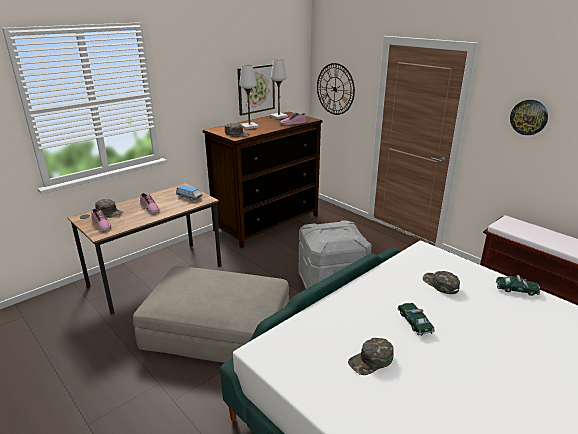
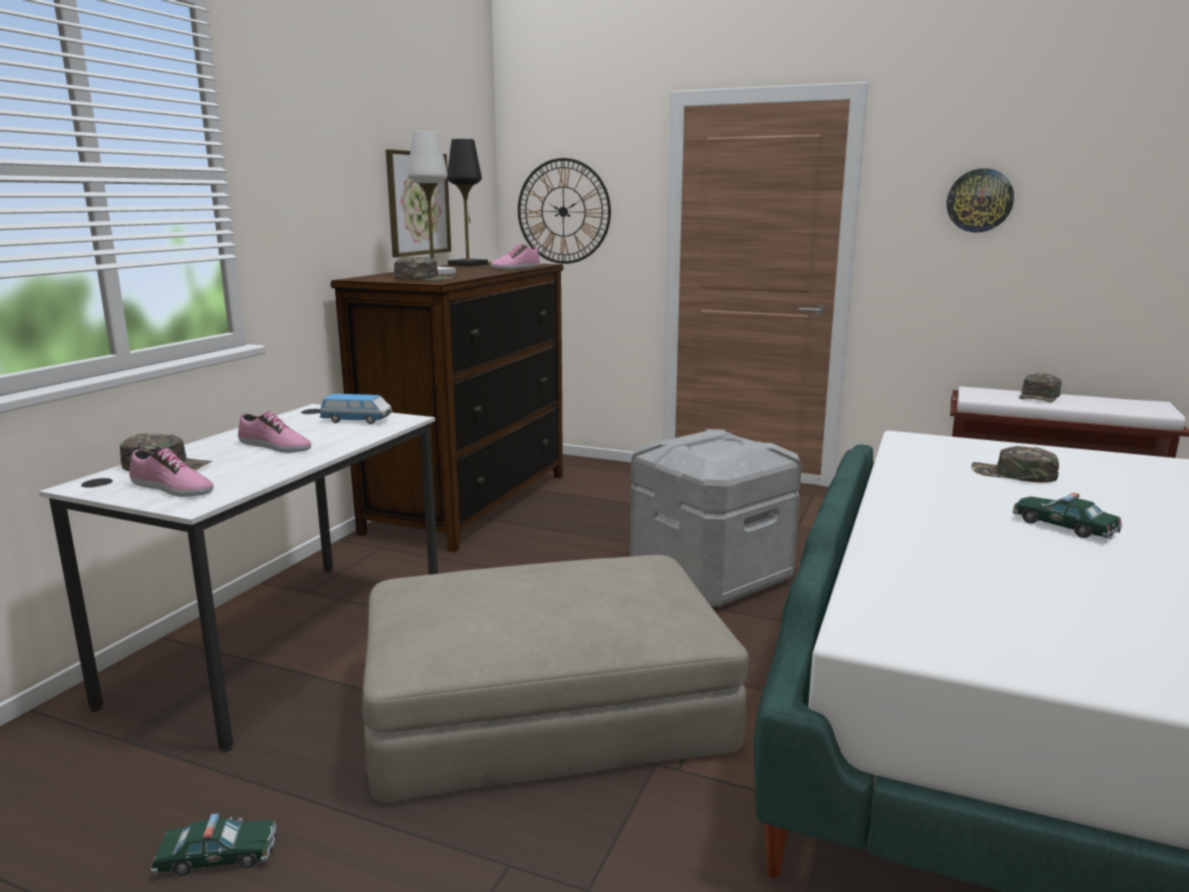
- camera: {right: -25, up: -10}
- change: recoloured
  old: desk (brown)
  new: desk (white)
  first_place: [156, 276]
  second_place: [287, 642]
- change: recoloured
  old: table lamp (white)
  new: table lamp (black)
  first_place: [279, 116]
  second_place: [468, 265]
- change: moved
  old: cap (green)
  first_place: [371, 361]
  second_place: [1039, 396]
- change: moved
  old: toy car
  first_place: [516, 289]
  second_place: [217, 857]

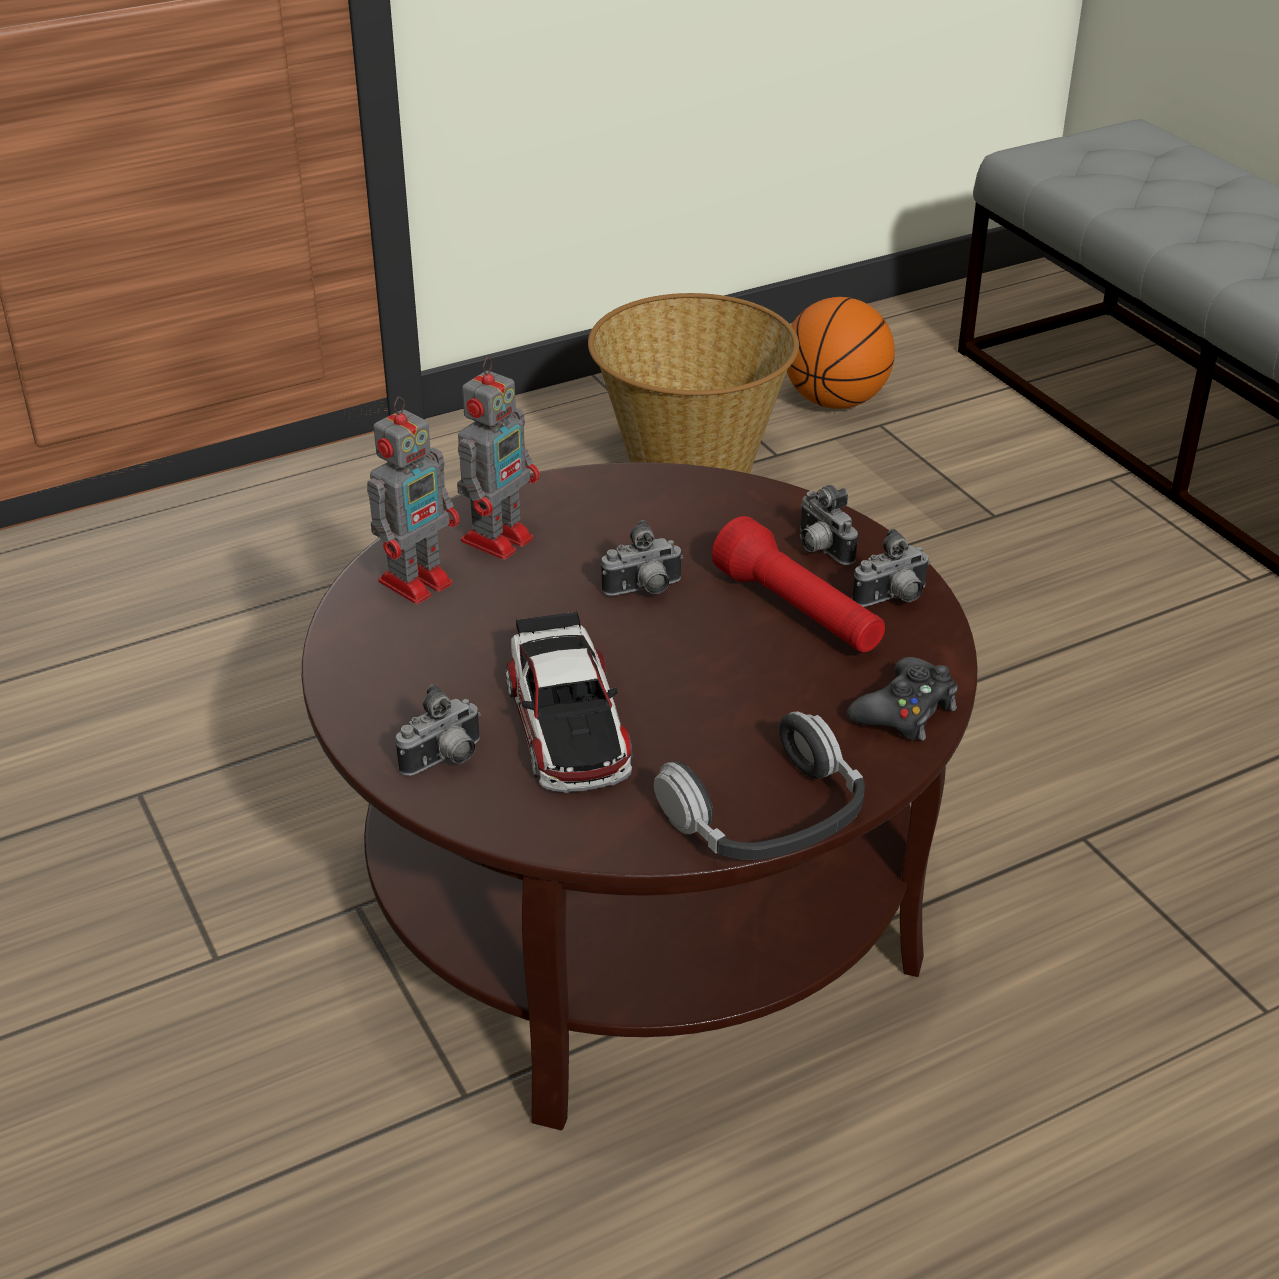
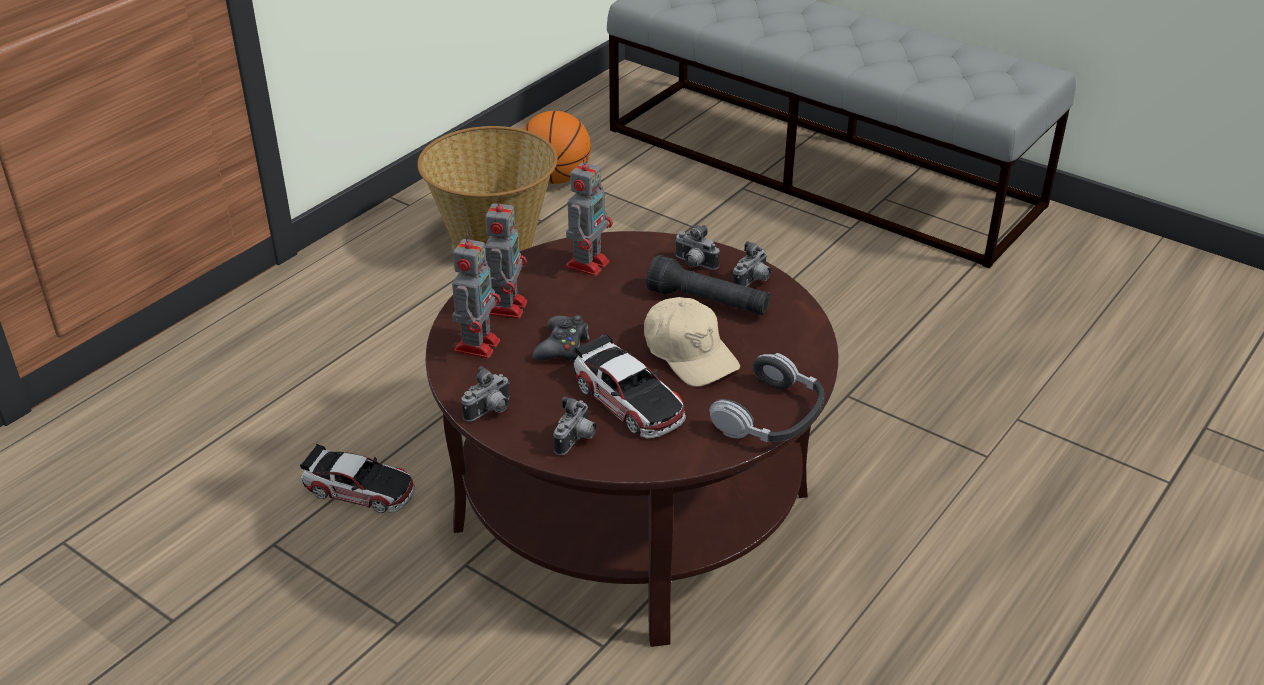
- camera: {right: -25, up: 0}
- change: moved
  old: photo camera
  first_place: [644, 591]
  second_place: [490, 411]
- change: recoloured
  old: flashlight (red)
  new: flashlight (black)
  first_place: [798, 612]
  second_place: [708, 303]
- change: moved
  old: game controller (black)
  first_place: [905, 711]
  second_place: [562, 347]
- change: added
  new: toy car
  second_place: [360, 489]
- change: added
  new: toy robot
  second_place: [588, 263]
- change: added
  new: cap (beige)
  second_place: [689, 353]

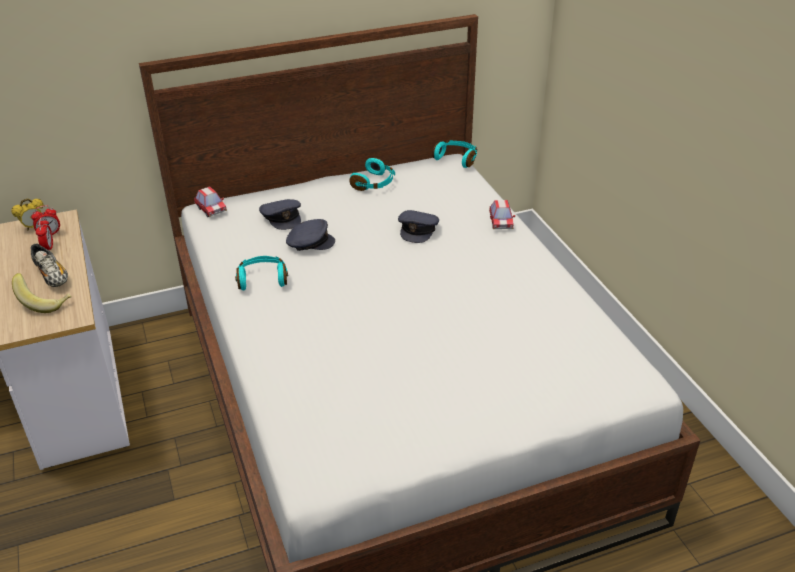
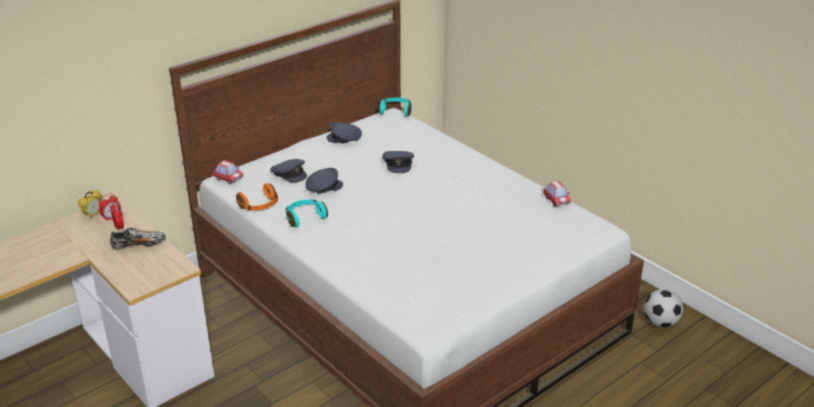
- camera: {right: -20, up: -5}
- change: removed
  old: banana
  first_place: [45, 302]
- change: turned
  old: shoe
  first_place: [52, 275]
  second_place: [139, 245]
  degrees: -45
- change: replaced
  old: headphones (turquoise)
  new: cap (grey)
  first_place: [374, 183]
  second_place: [344, 138]
- change: moved
  old: toy car
  first_place: [500, 223]
  second_place: [556, 200]
- change: added
  new: headphones (orange)
  second_place: [259, 205]
- change: added
  new: football
  second_place: [660, 322]

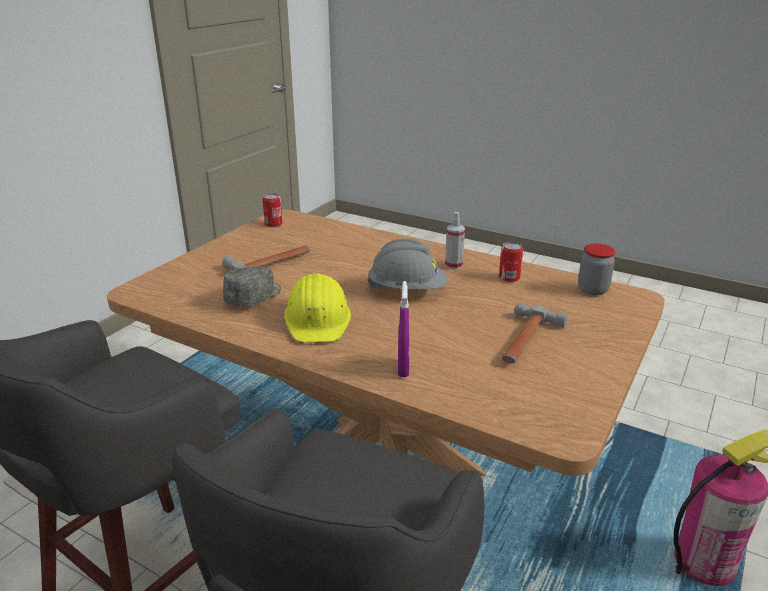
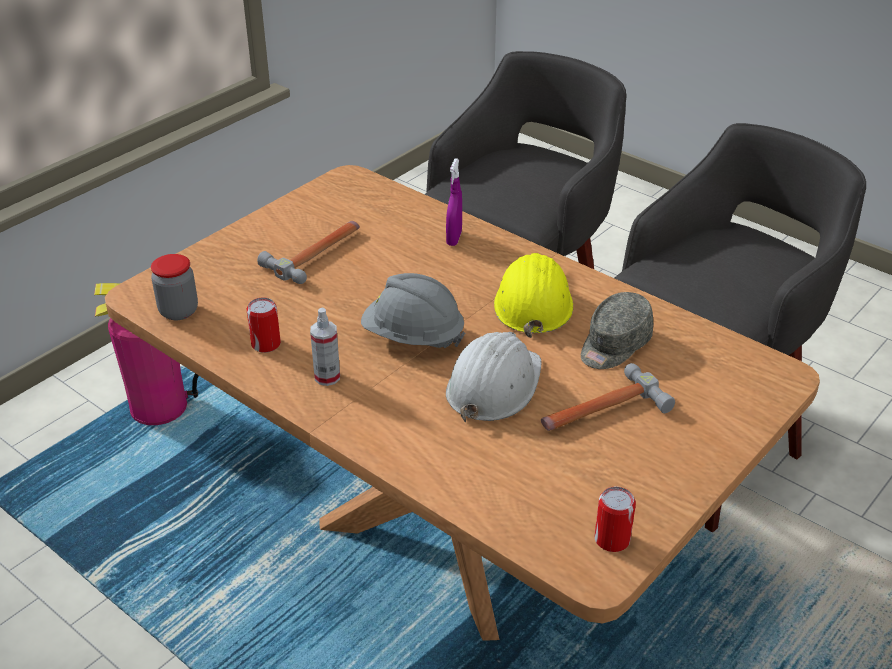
- camera: {right: -170, up: 10}
- change: added
  new: hard hat (white)
  second_place: [493, 385]

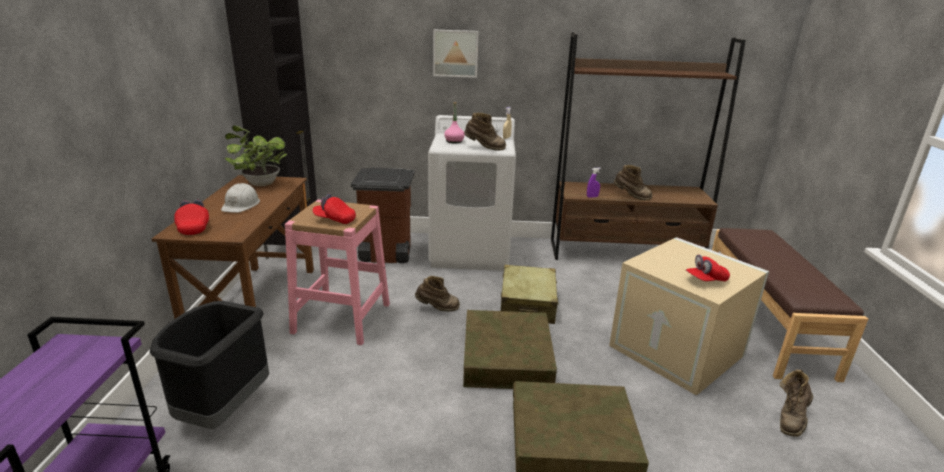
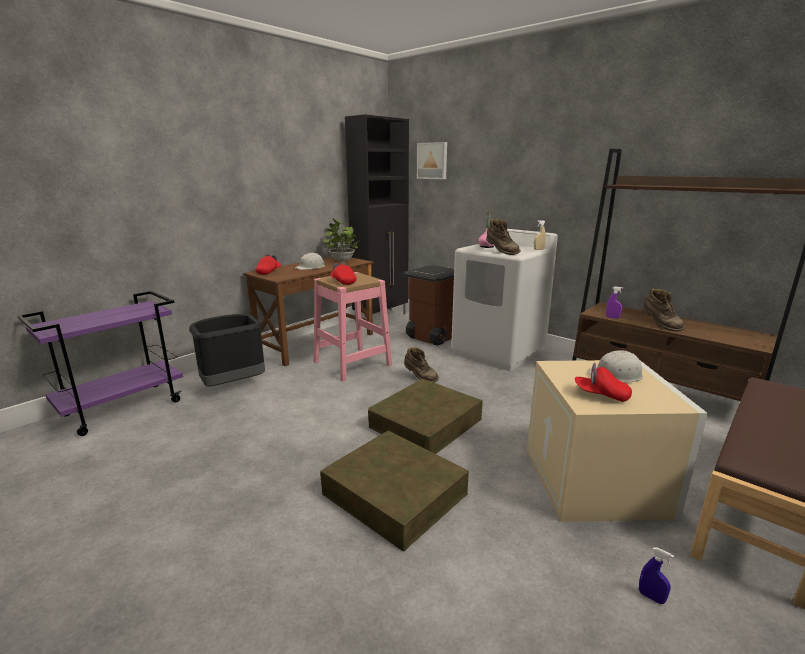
- camera: {right: 40, up: -5}
- change: moved
  old: picture
  first_place: [455, 53]
  second_place: [432, 161]
- change: removed
  old: suitcase (beige)
  first_place: [527, 304]
- change: replaced
  old: boot (brown)
  new: spray bottle (blue)
  first_place: [791, 419]
  second_place: [651, 597]
- change: added
  new: hard hat (white)
  second_place: [616, 375]

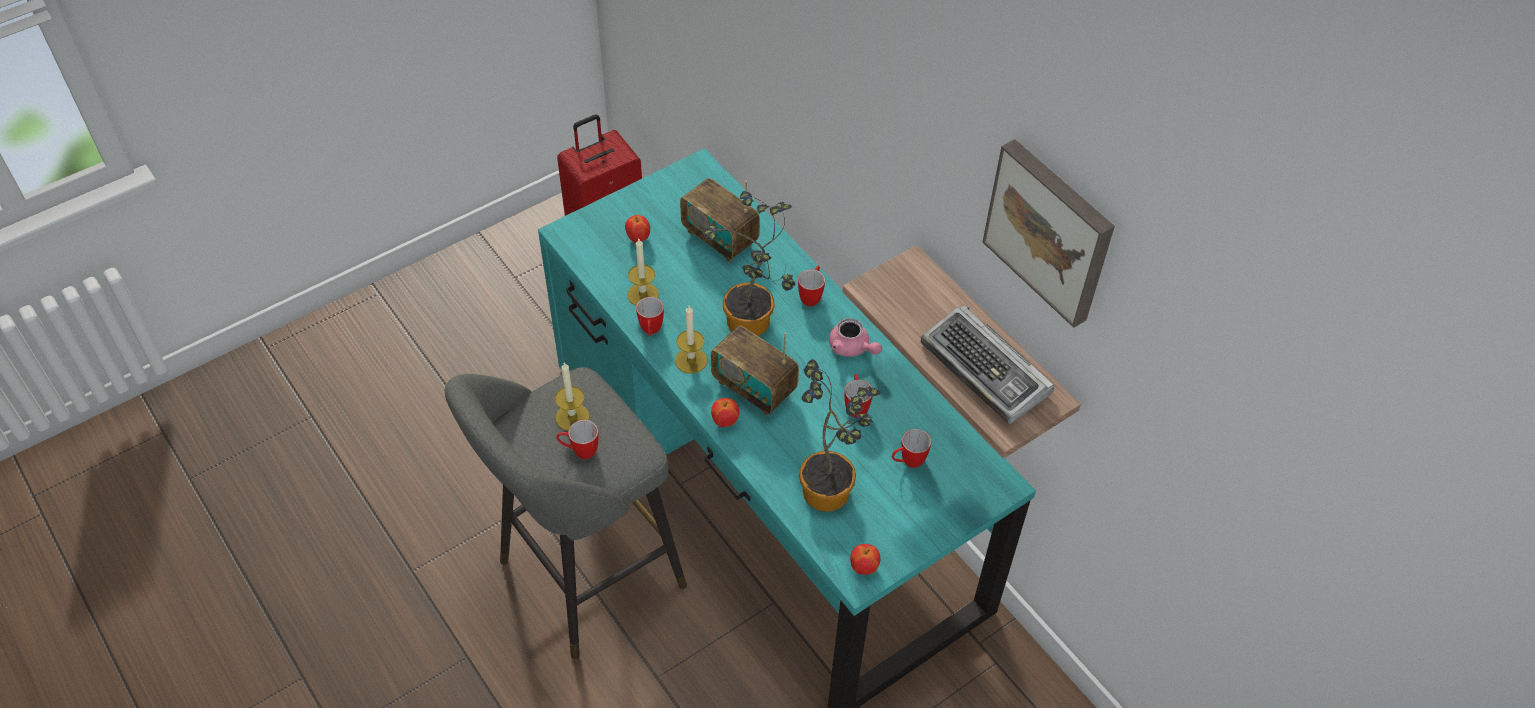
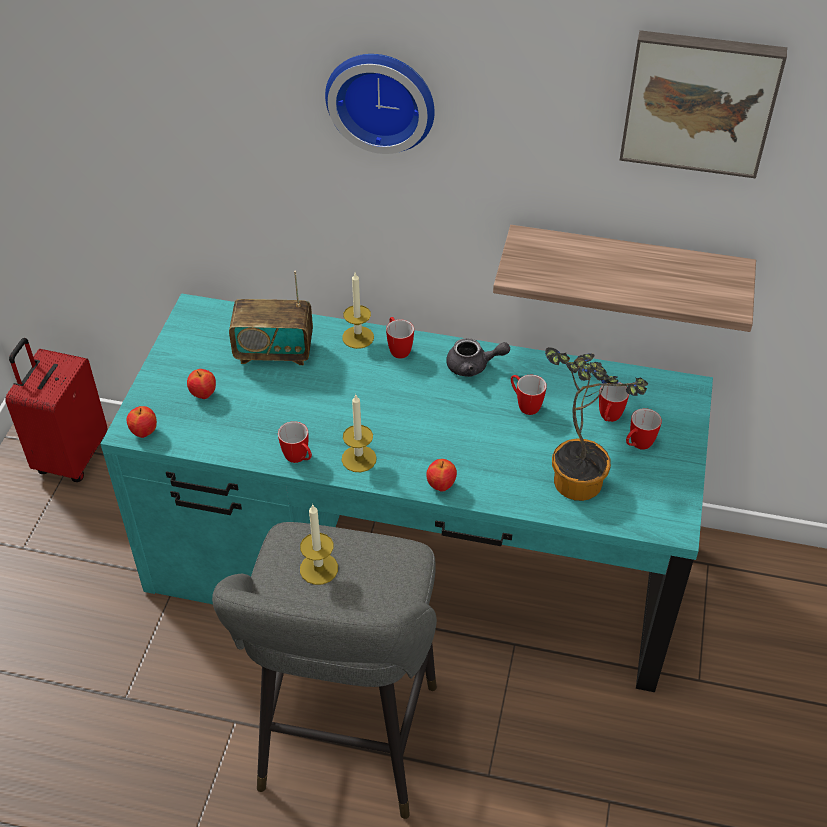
- camera: {right: -40, up: -5}
- change: moved
  old: mug
  first_place: [579, 451]
  second_place: [637, 445]
- change: moved
  old: candle
  first_place: [643, 294]
  second_place: [358, 337]
- change: removed
  old: potted plant
  first_place: [752, 326]
- change: removed
  old: radio
  first_place: [754, 388]
- change: recoloured
  old: teapot (pink)
  new: teapot (grey)
  first_place: [852, 348]
  second_place: [473, 366]
- change: moved
  old: apple
  first_place: [863, 568]
  second_place: [144, 432]
- change: removed
  old: keyboard
  first_place: [986, 370]
- change: added
  new: wall clock
  second_place: [382, 99]

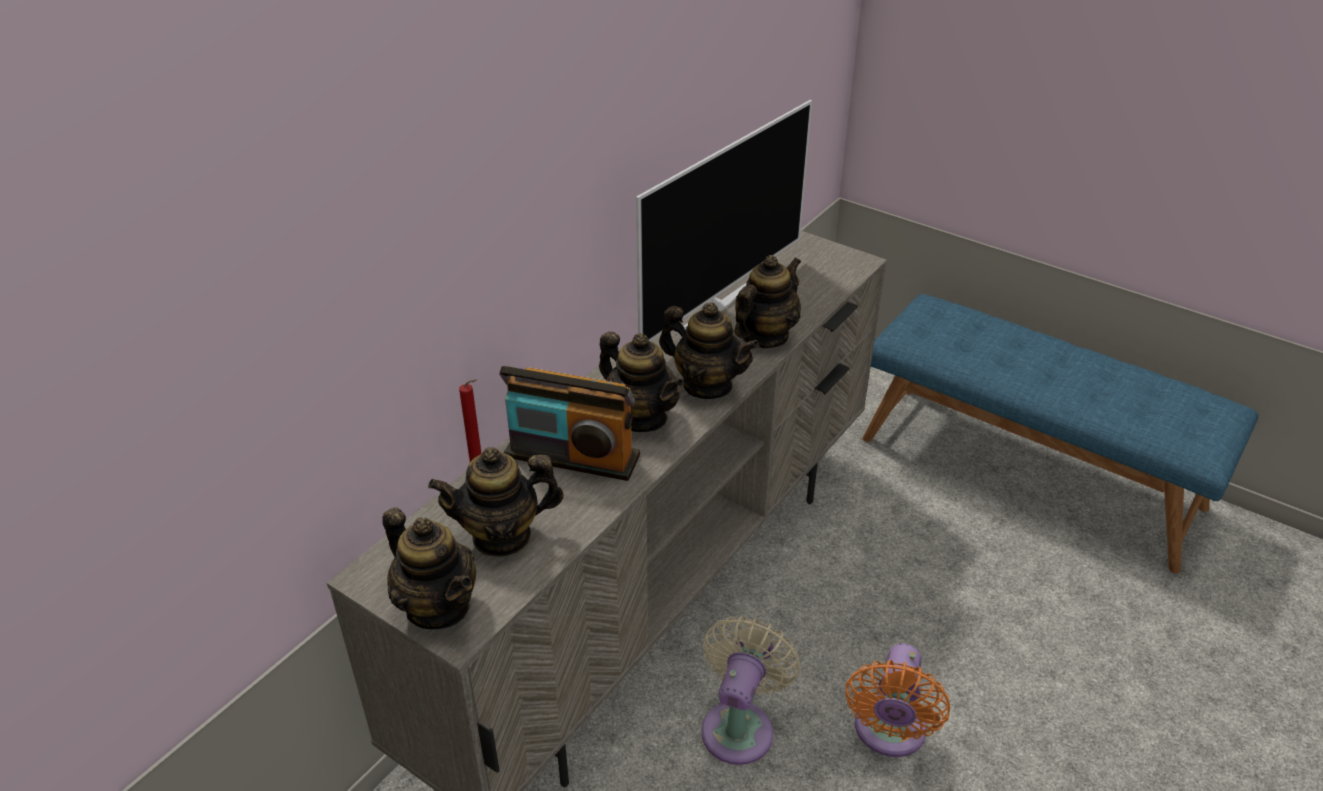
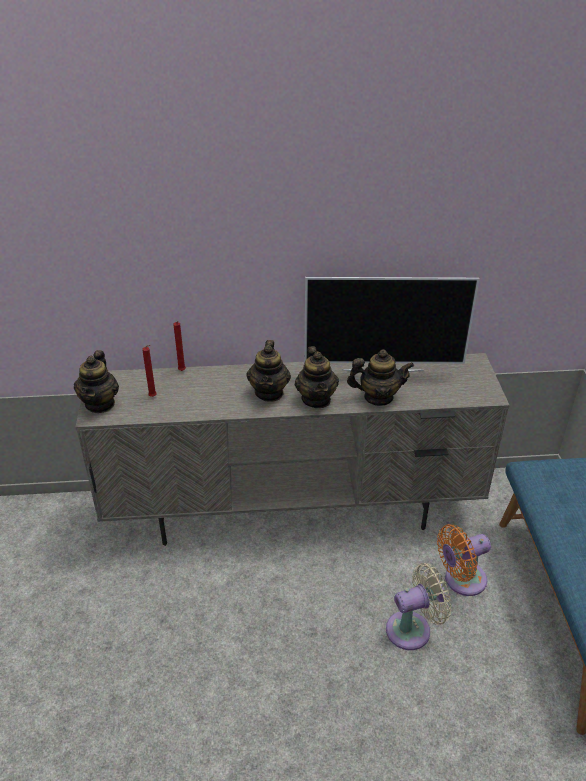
- camera: {right: 50, up: 0}
- change: replaced
  old: teapot
  new: candle (red)
  first_place: [502, 536]
  second_place: [153, 397]
- change: removed
  old: radio
  first_place: [572, 456]
- change: moved
  old: fan (beige)
  first_place: [740, 725]
  second_place: [413, 629]
- change: moved
  old: fan (orange)
  first_place: [888, 733]
  second_place: [461, 580]

